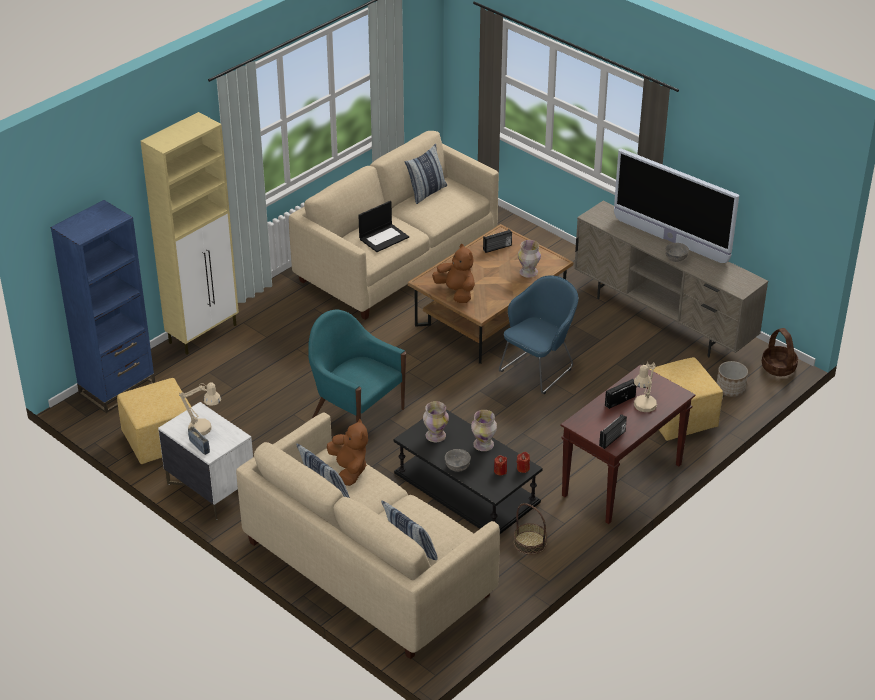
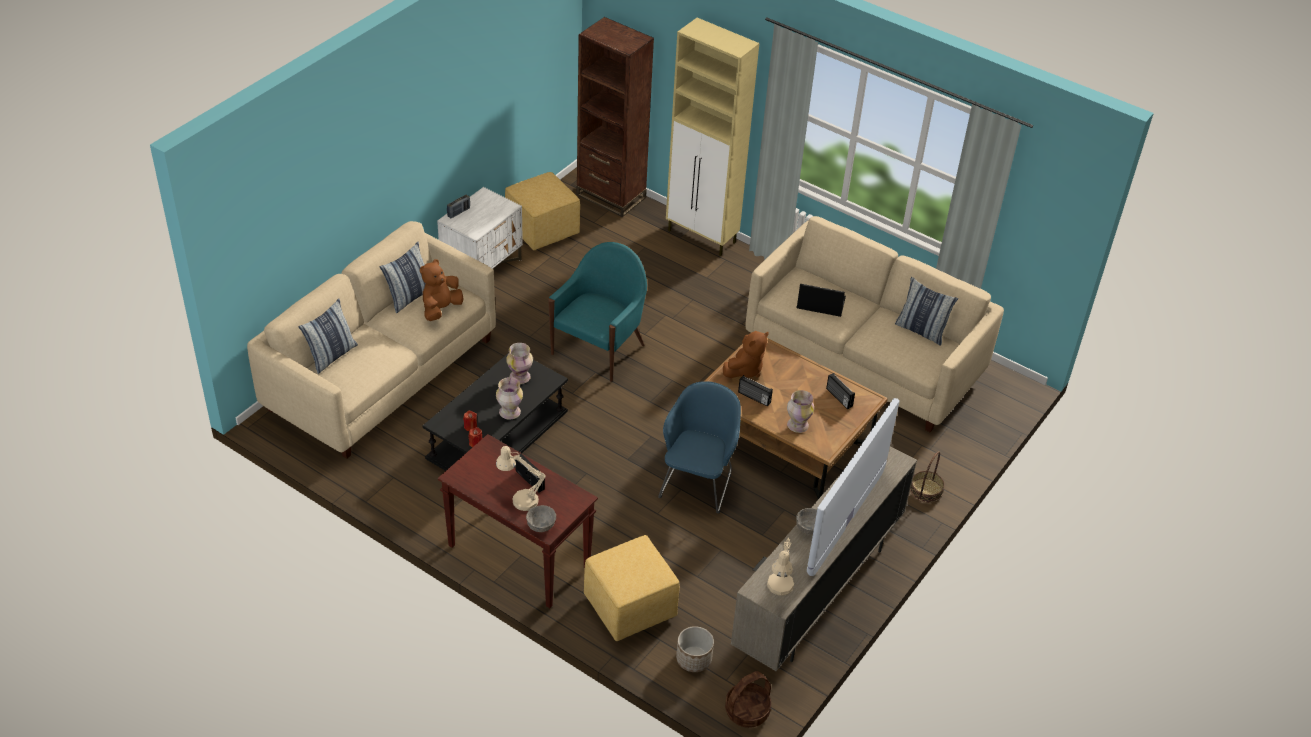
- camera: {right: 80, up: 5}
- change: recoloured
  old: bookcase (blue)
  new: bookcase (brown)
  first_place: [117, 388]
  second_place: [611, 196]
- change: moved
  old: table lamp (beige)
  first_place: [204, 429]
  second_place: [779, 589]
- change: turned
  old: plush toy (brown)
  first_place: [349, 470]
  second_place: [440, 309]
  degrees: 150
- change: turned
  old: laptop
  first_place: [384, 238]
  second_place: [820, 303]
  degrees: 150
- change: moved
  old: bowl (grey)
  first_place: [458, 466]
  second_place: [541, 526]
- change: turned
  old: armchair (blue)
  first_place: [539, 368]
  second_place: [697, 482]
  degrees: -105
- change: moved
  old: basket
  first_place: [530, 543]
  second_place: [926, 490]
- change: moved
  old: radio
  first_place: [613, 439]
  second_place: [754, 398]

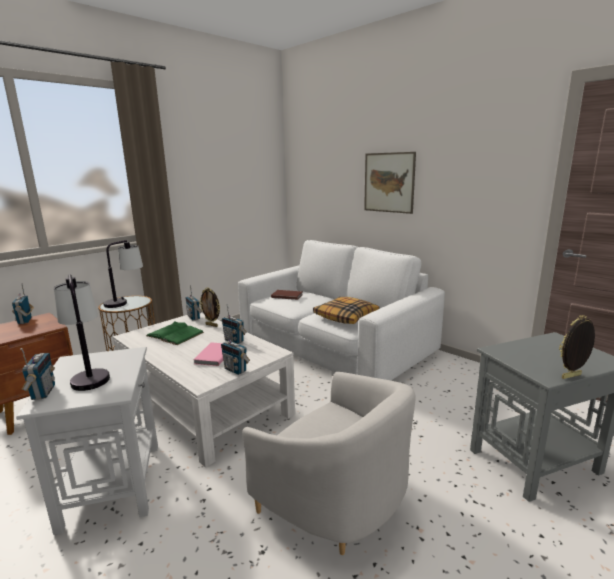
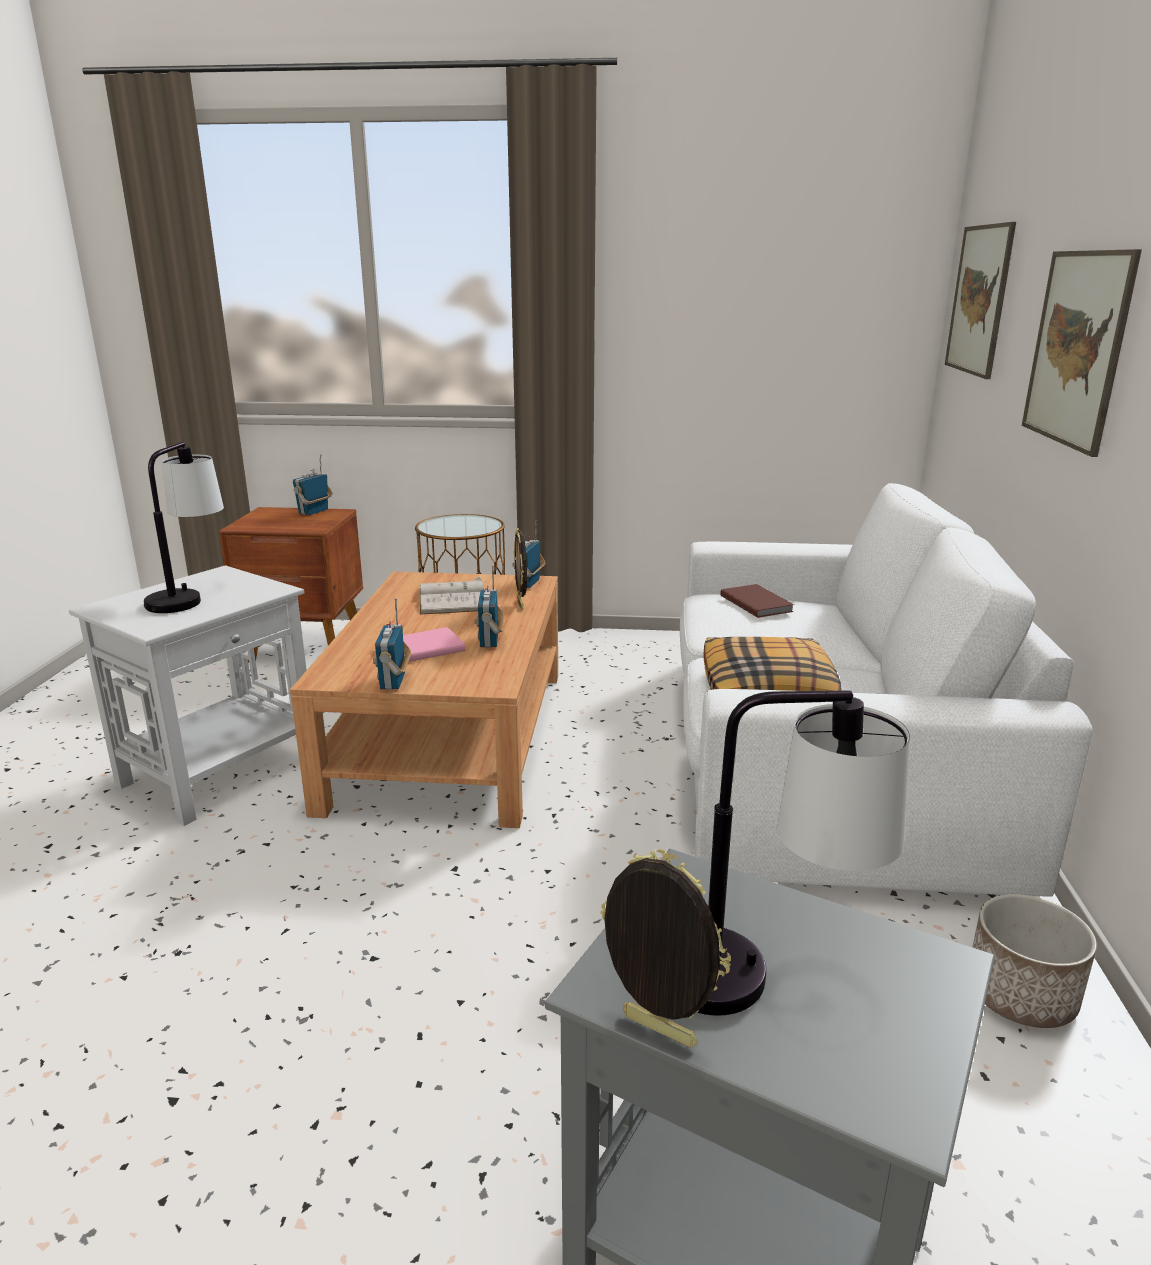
- camera: {right: 50, up: 5}
- change: removed
  old: radio
  first_place: [43, 392]
- change: moved
  old: table lamp
  first_place: [126, 302]
  second_place: [764, 977]
- change: recoloured
  old: coffee table (white)
  new: coffee table (brown)
  first_place: [205, 403]
  second_place: [451, 737]
- change: recoloured
  old: book (green)
  new: book (white)
  first_place: [175, 334]
  second_place: [452, 598]
- change: removed
  old: armchair (white)
  first_place: [336, 500]
- change: added
  new: picture
  second_place: [979, 300]
- change: added
  new: planter
  second_place: [1022, 995]

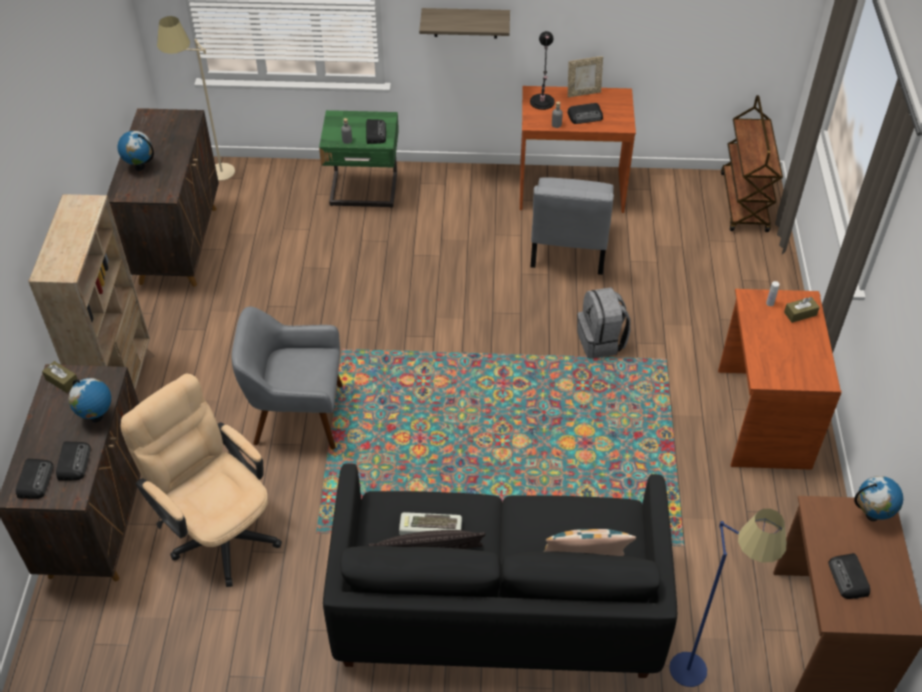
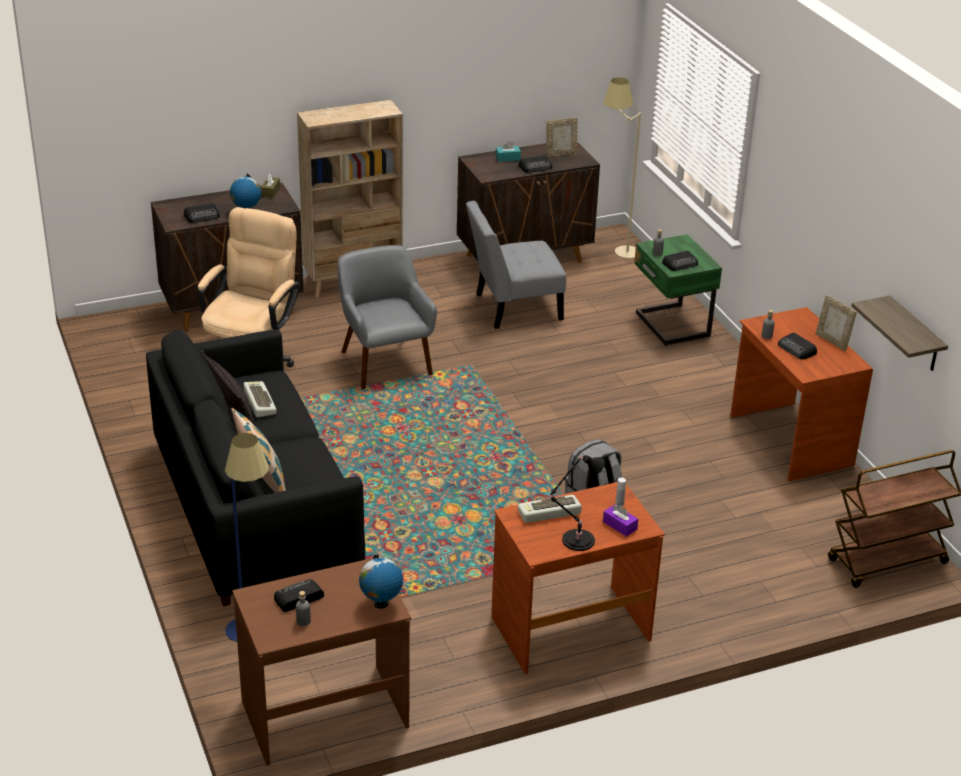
- camera: {right: 65, up: -15}
- change: moved
  old: radio
  first_place: [35, 480]
  second_place: [536, 167]
- change: replaced
  old: globe
  new: tissue box (turquoise)
  first_place: [140, 167]
  second_place: [508, 158]
- change: moved
  old: shelf
  first_place: [465, 23]
  second_place: [915, 336]
- change: moved
  old: table lamp (black)
  first_place: [542, 103]
  second_place: [575, 541]
- change: moved
  old: chair (grey)
  first_place: [568, 250]
  second_place: [513, 308]
- change: recoloured
  old: tissue box (brown)
  new: tissue box (purple)
  first_place: [800, 314]
  second_place: [620, 525]
- change: added
  new: bottle (grey)
  second_place: [303, 621]
- change: added
  new: keyboard
  second_place: [549, 513]
- change: added
  new: picture frame
  second_place: [560, 154]

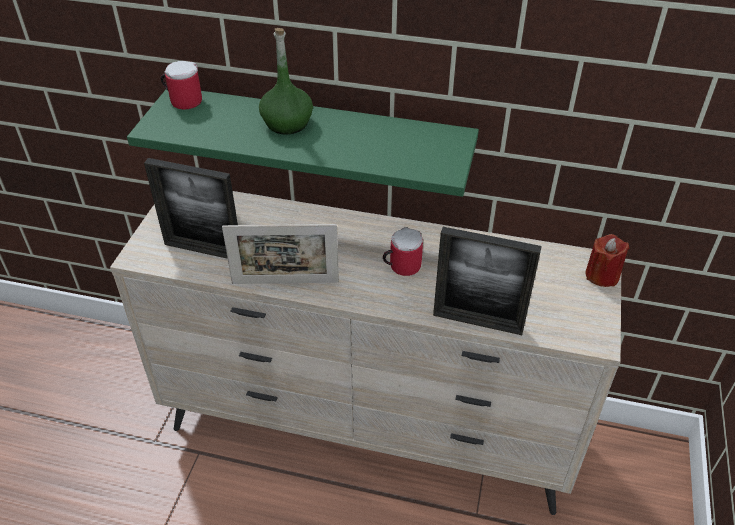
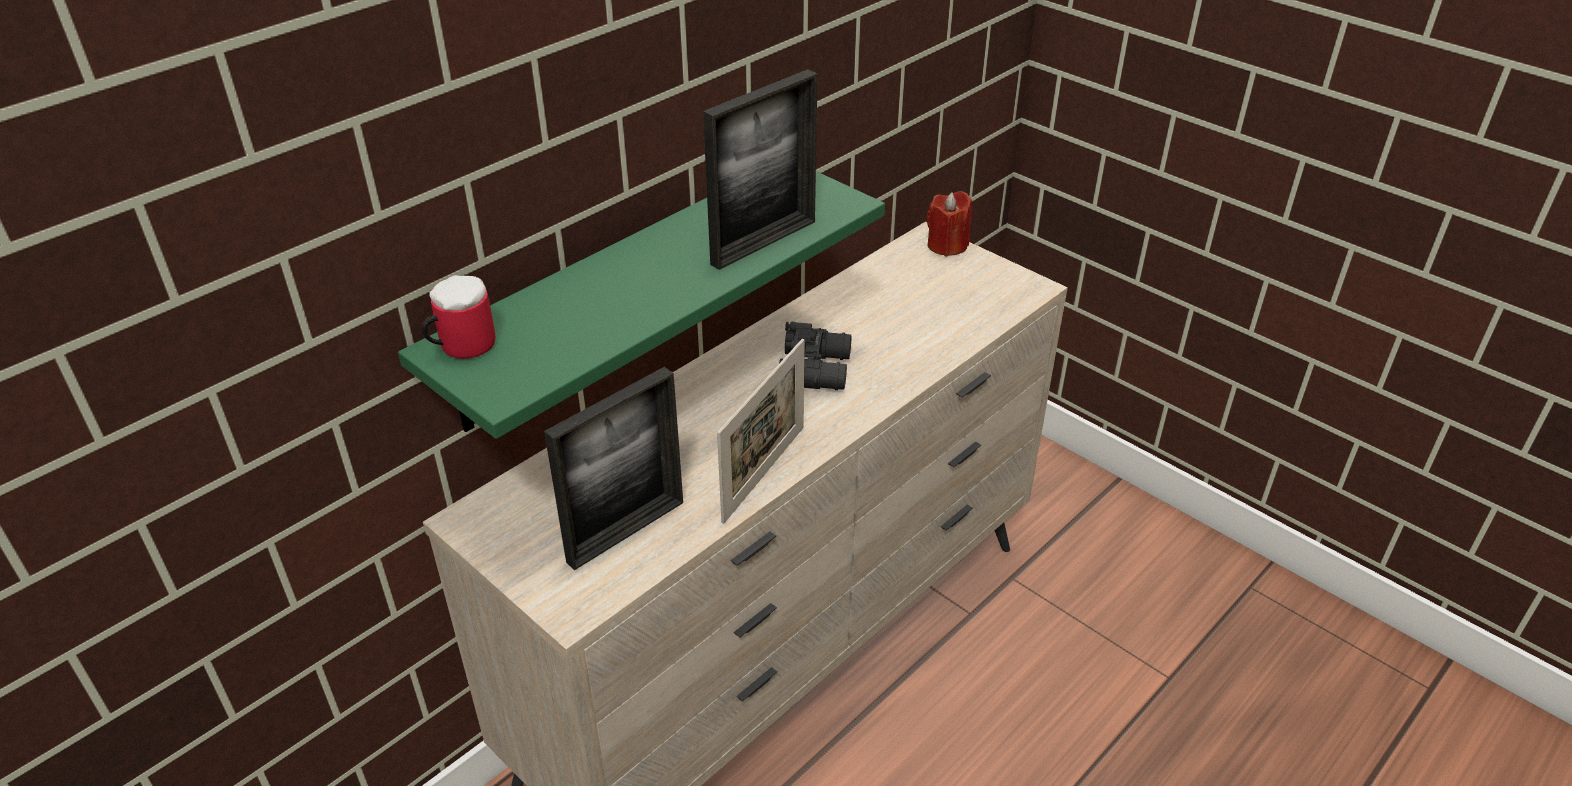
- camera: {right: -60, up: -5}
- change: removed
  old: bottle (green)
  first_place: [287, 123]
- change: replaced
  old: mug
  new: binoculars (black)
  first_place: [400, 266]
  second_place: [817, 369]
- change: moved
  old: picture frame
  first_place: [477, 322]
  second_place: [763, 242]

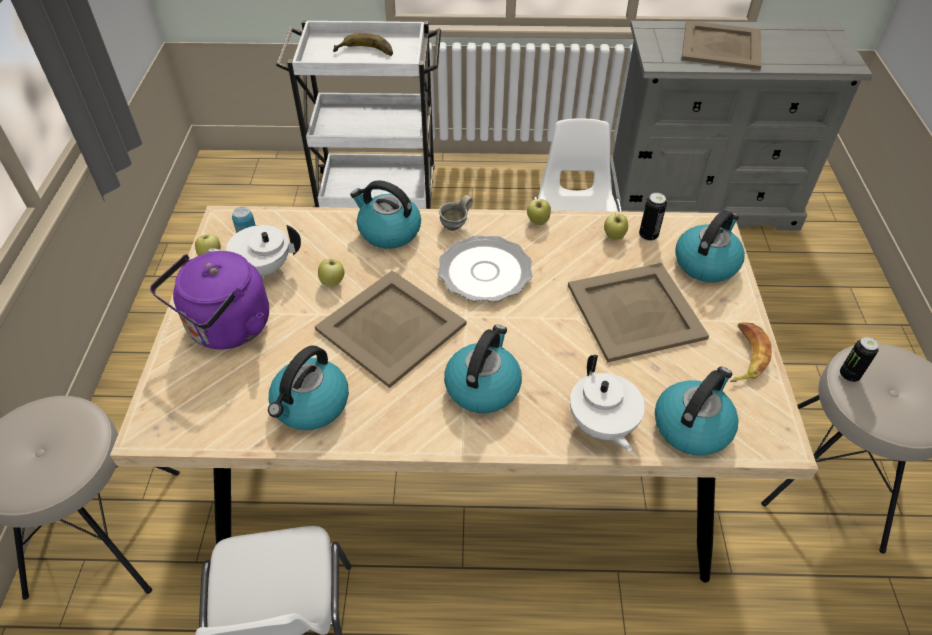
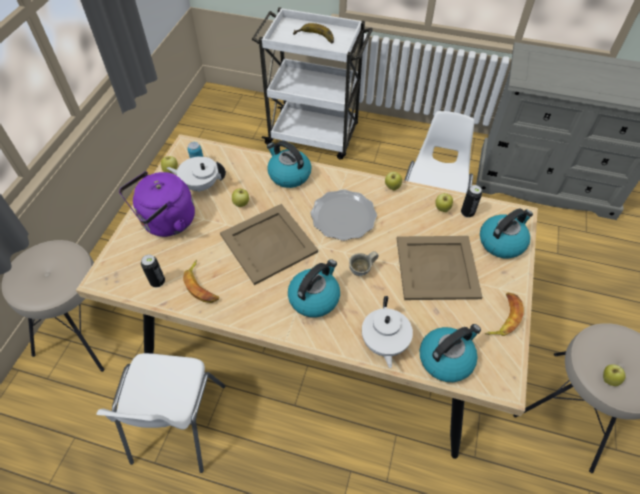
- camera: {right: 15, up: 5}
- change: replaced
  old: kettle
  new: banana
  first_place: [311, 405]
  second_place: [202, 285]
- change: moved
  old: mug (grey)
  first_place: [456, 226]
  second_place: [362, 272]
- change: removed
  old: tray (beige)
  first_place: [722, 46]
- change: moved
  old: can
  first_place: [849, 375]
  second_place: [157, 282]
- change: added
  new: apple
  second_place: [608, 379]

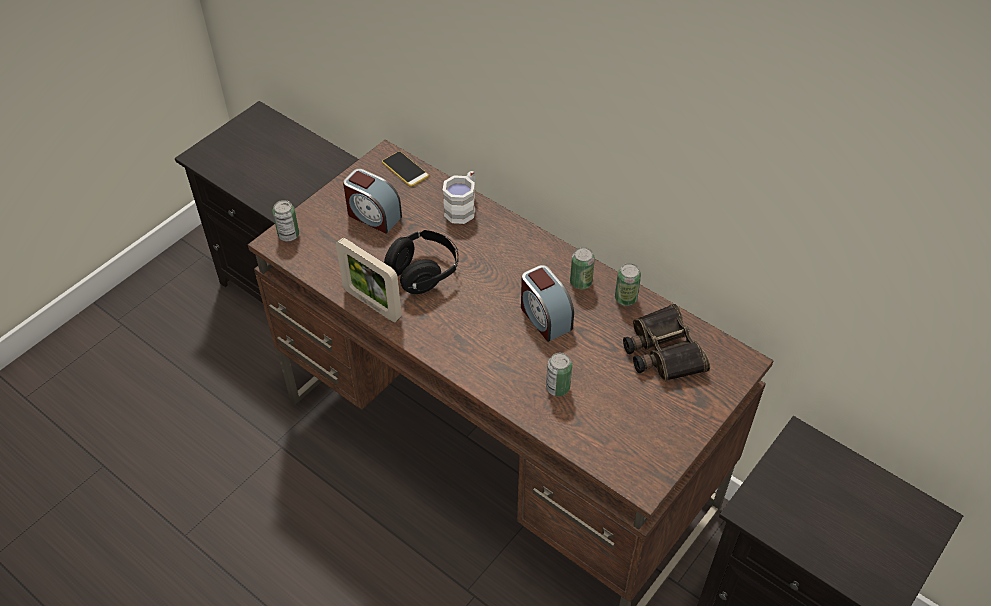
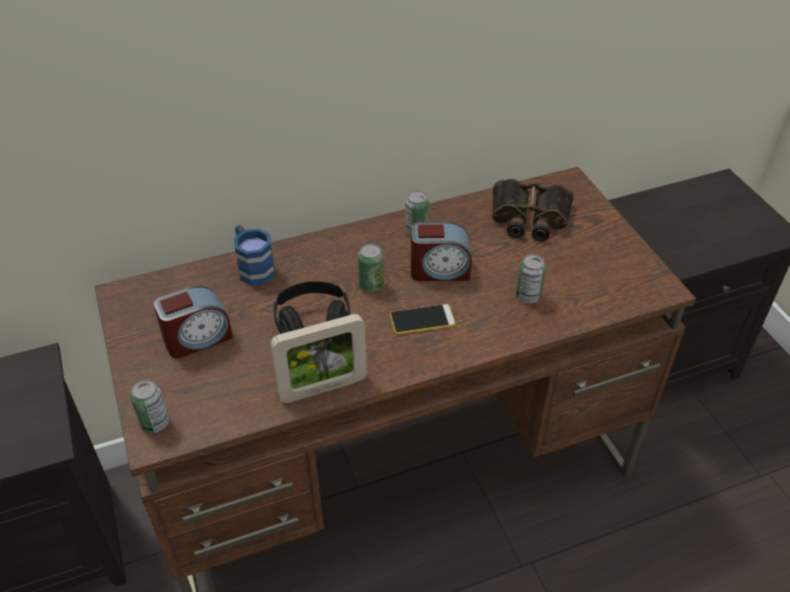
- camera: {right: -60, up: -5}
- change: moved
  old: phone
  first_place: [405, 169]
  second_place: [422, 320]
- change: recoloured
  old: mug (white)
  new: mug (blue)
  first_place: [463, 208]
  second_place: [253, 267]
- change: moved
  old: can
  first_place: [625, 298]
  second_place: [371, 285]

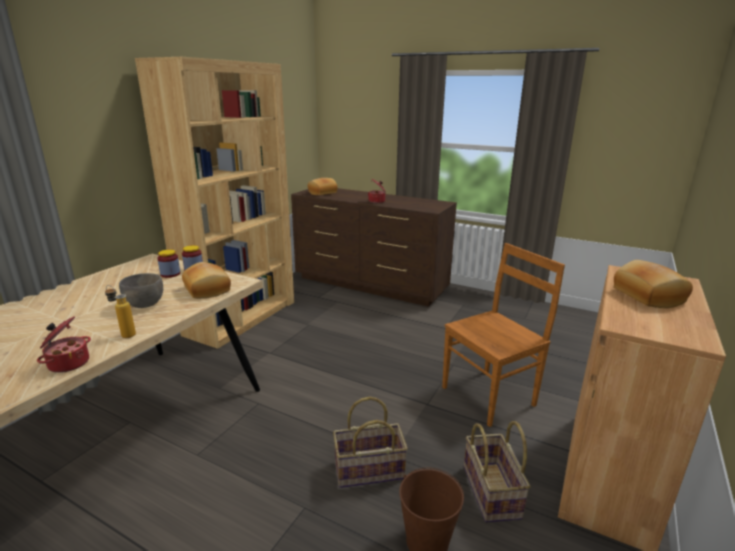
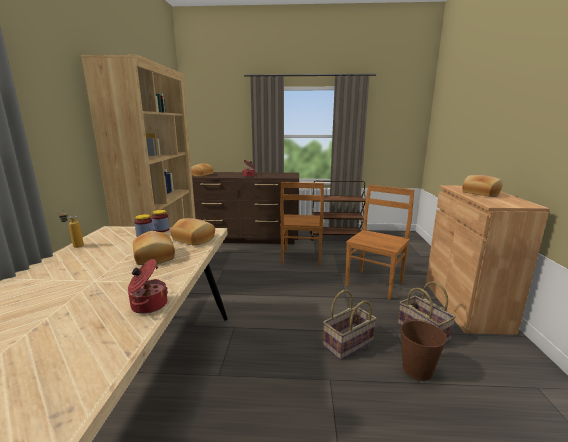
- camera: {right: -25, up: -5}
- change: moved
  old: bottle
  first_place: [124, 334]
  second_place: [74, 246]
- change: replaced
  old: bowl (grey)
  new: bread
  first_place: [145, 305]
  second_place: [155, 256]
- change: added
  new: chair (brown)
  second_place: [301, 258]
- change: added
  new: cart (brown)
  second_place: [336, 237]

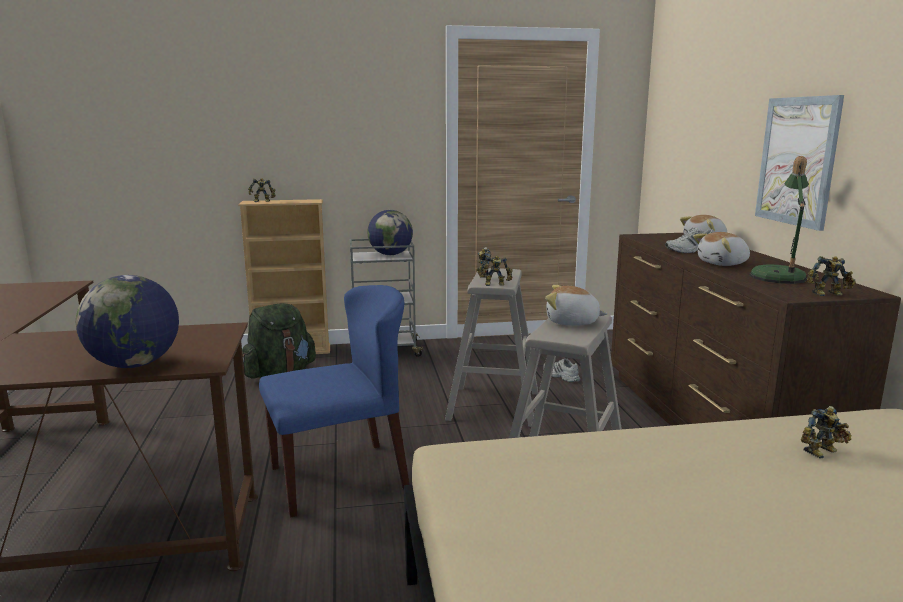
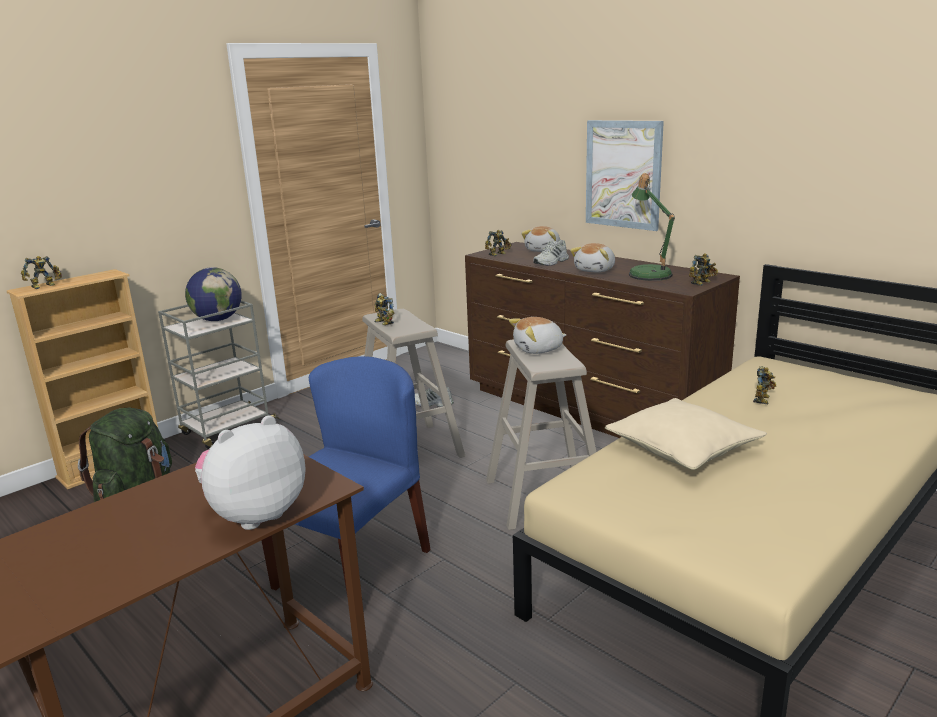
- camera: {right: -35, up: 5}
- change: replaced
  old: globe
  new: plush toy
  first_place: [135, 365]
  second_place: [255, 514]
- change: moved
  old: toy robot
  first_place: [495, 285]
  second_place: [498, 254]
- change: added
  new: pillow (beige)
  second_place: [682, 449]

